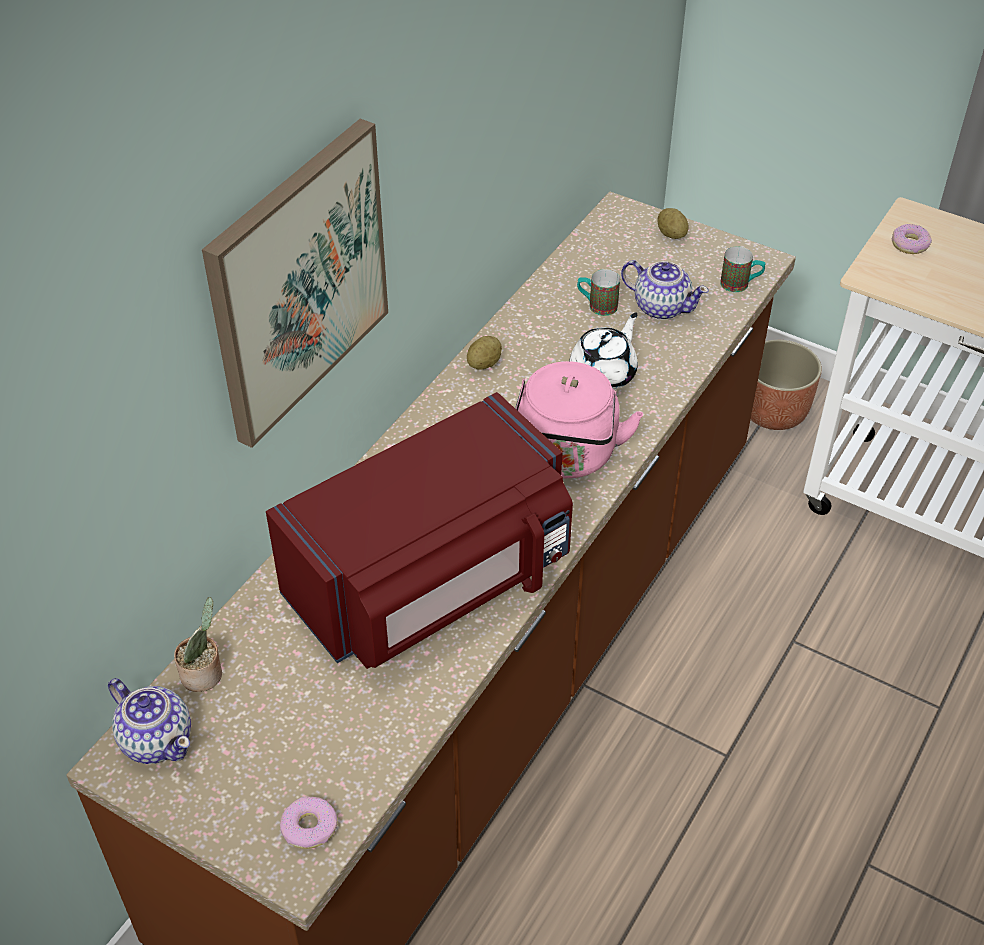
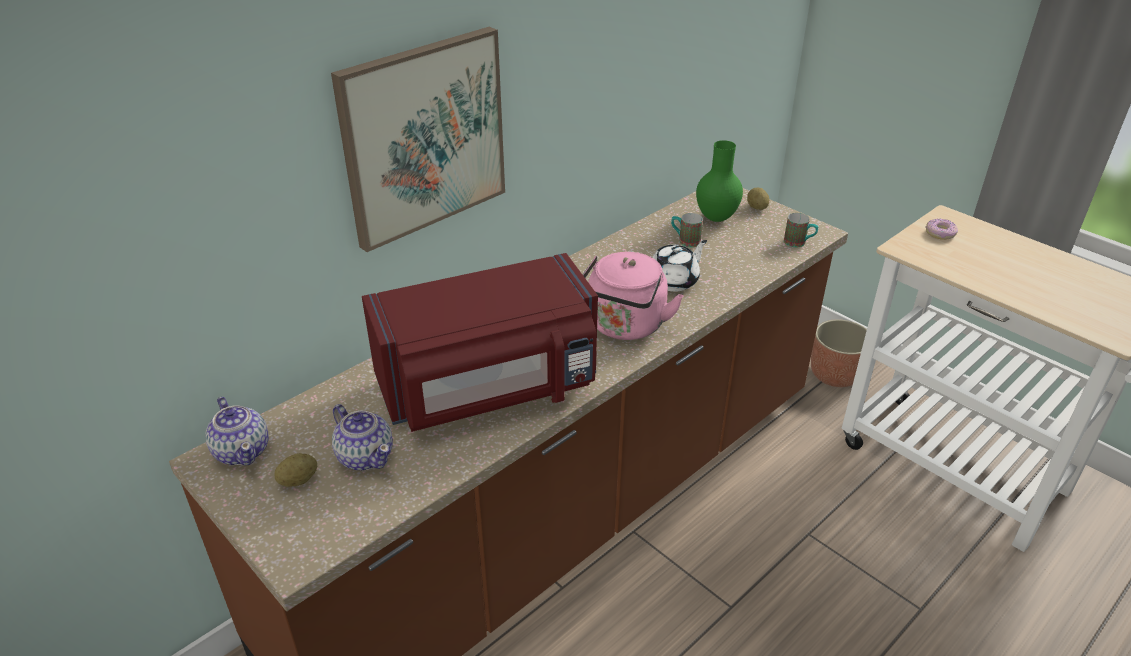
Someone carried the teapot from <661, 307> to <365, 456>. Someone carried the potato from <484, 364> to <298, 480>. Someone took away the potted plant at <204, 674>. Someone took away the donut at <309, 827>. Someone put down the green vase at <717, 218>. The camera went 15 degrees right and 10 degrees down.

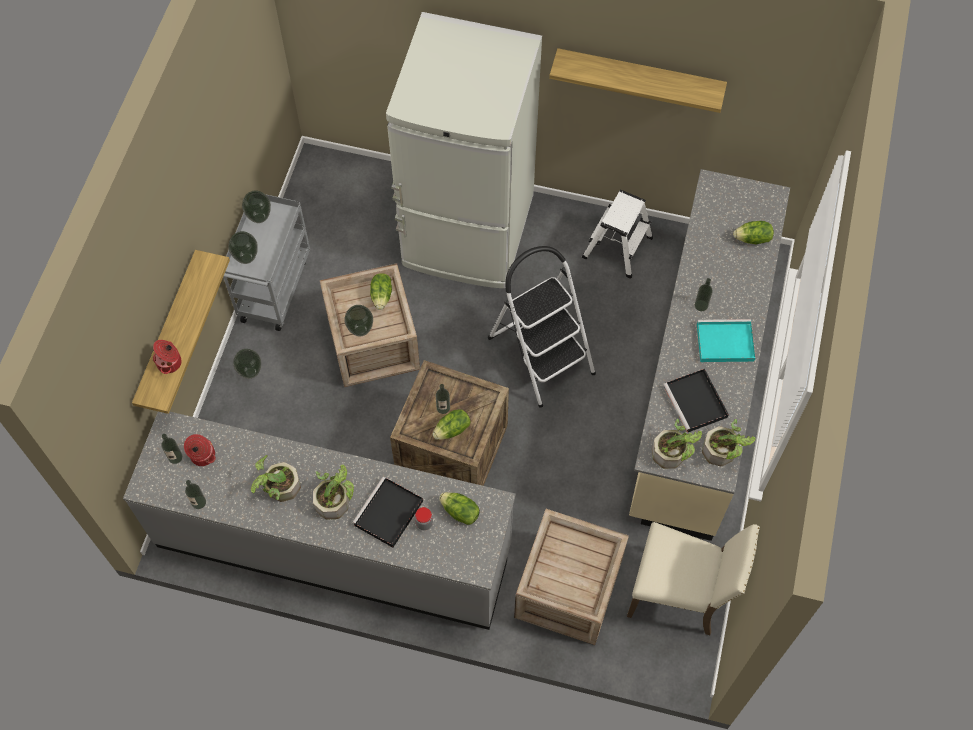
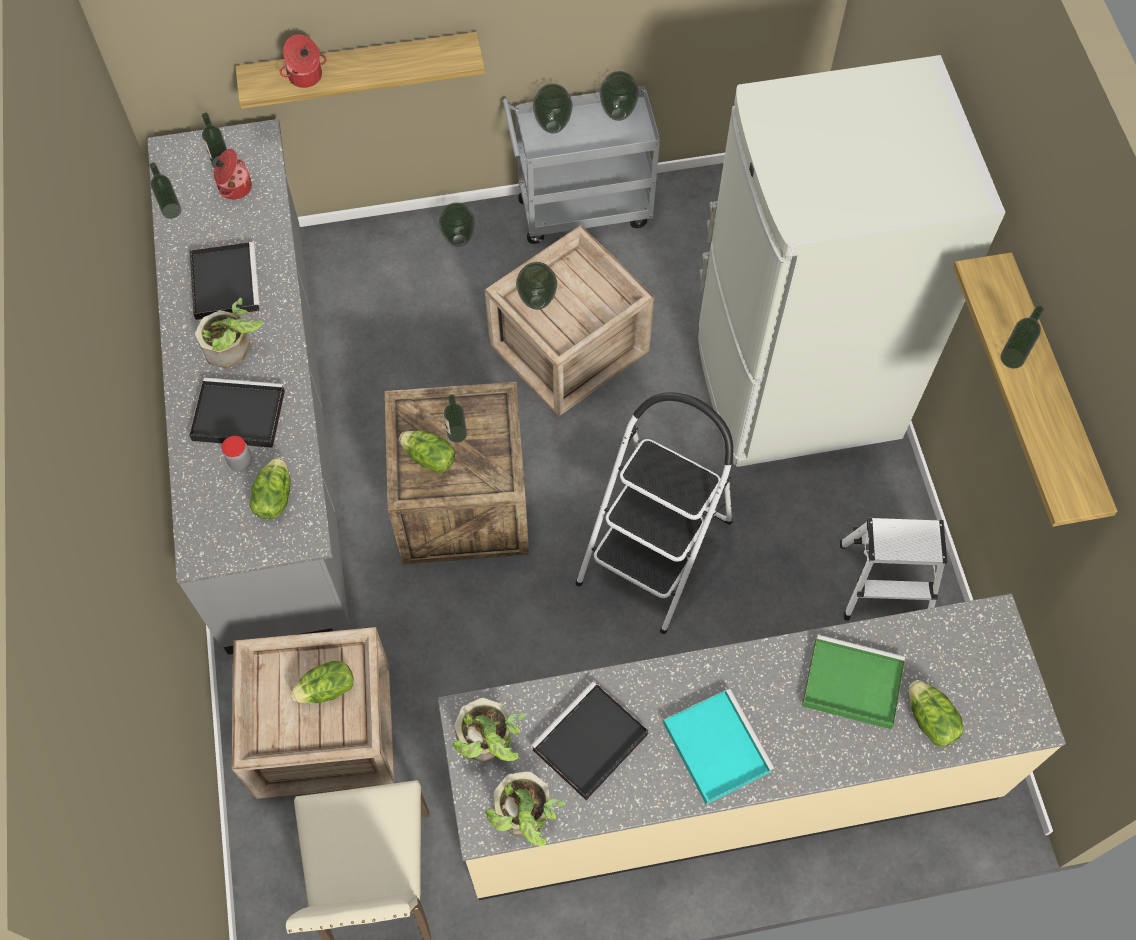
Someone carried the lettuce from <382, 296> to <327, 690>. Someone carried the bottle from <701, 305> to <1012, 358>. Someone swapped the potted plant at <278, 488> for the black tray at <224, 282>. Someone put down the green tray at <850, 684>. The camera went 65 degrees right and 0 degrees up.

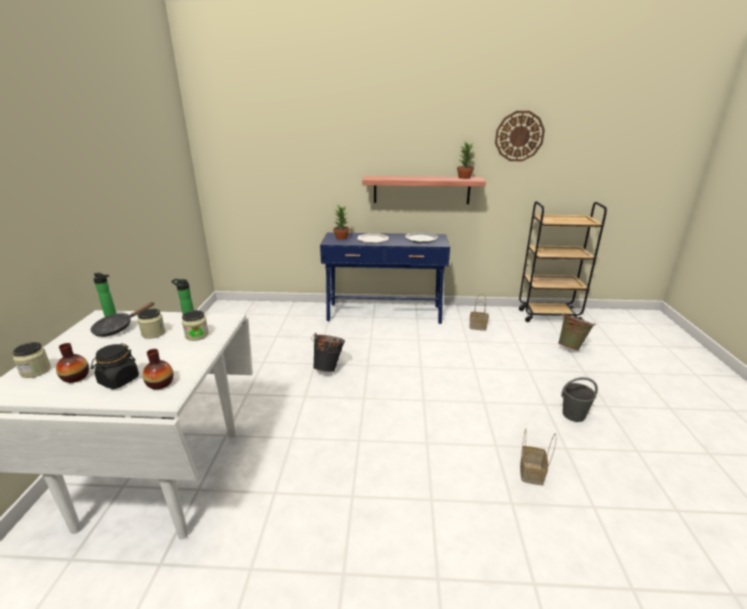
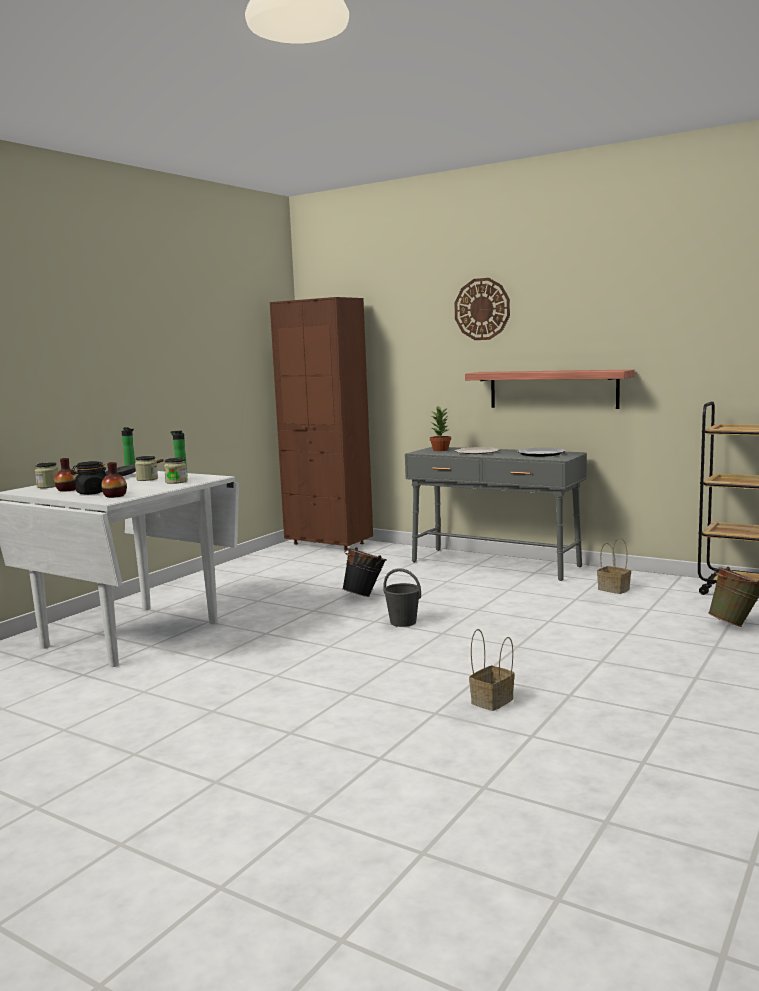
Someone carried the wall clock from <519, 136> to <482, 309>. Someone took away the potted plant at <464, 177>. Someone repainted the blue console table at <384, 314>, which became the grey console table at <494, 564>. Someone carried the grey bucket from <573, 415> to <402, 622>. Someone put down the brown cabinet at <328, 544>. The camera went 30 degrees right and 15 degrees down.

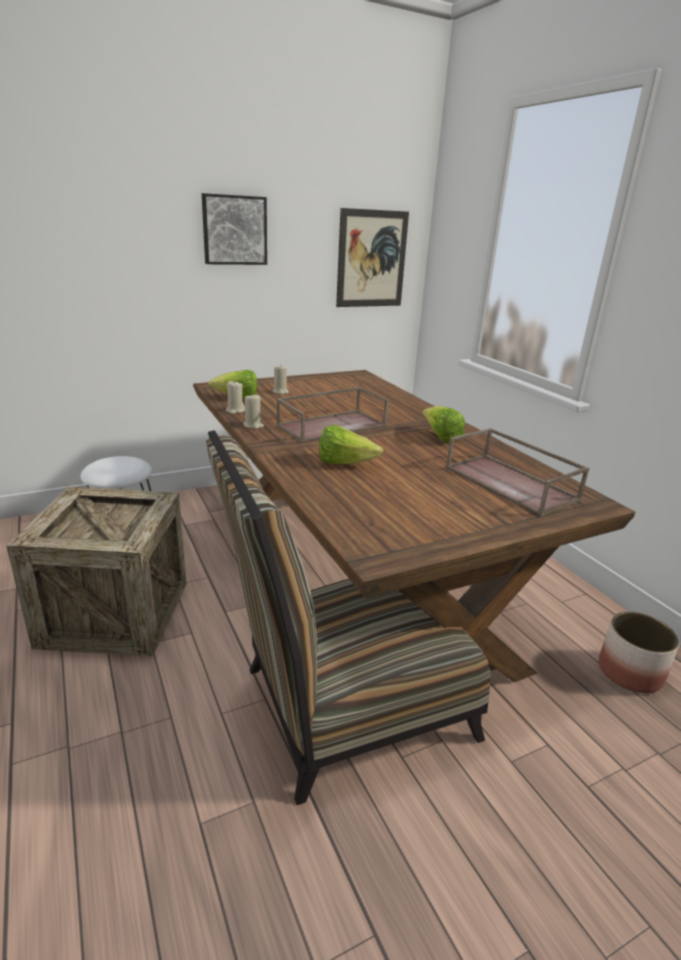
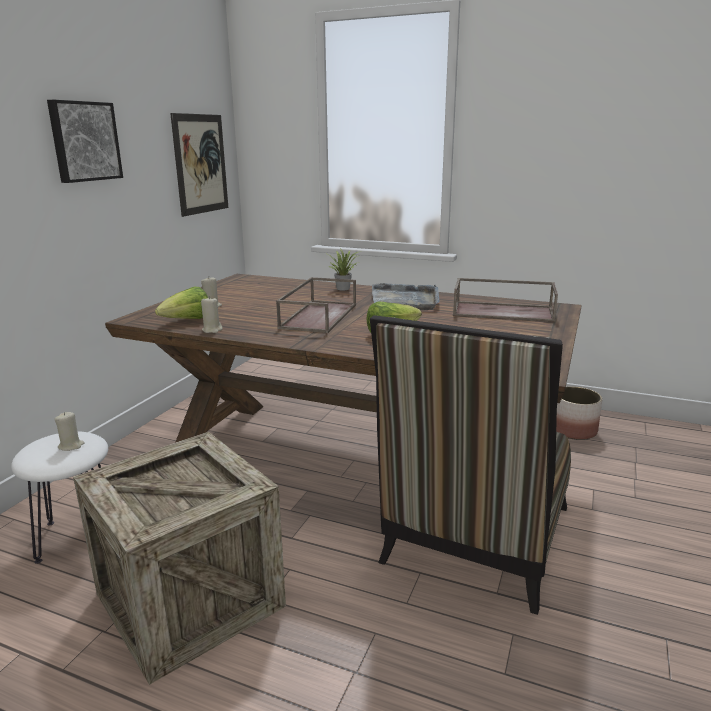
Someone carried the beige candle from <253, 425> to <71, 446>. Someone swapped the lettuce at <440, 437> for the grey tray at <405, 300>. Someone put down the potted plant at <344, 288>. The camera went 40 degrees left and 5 degrees down.

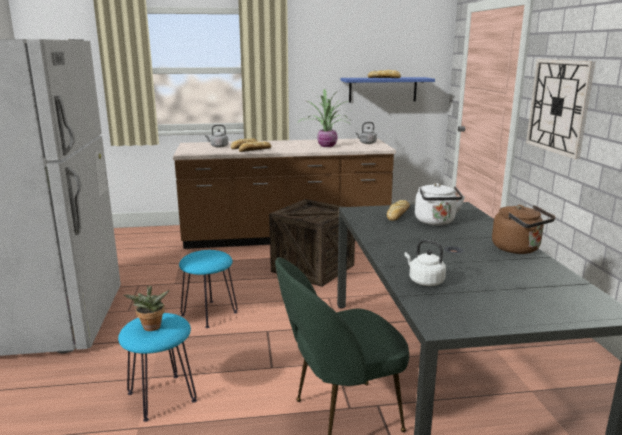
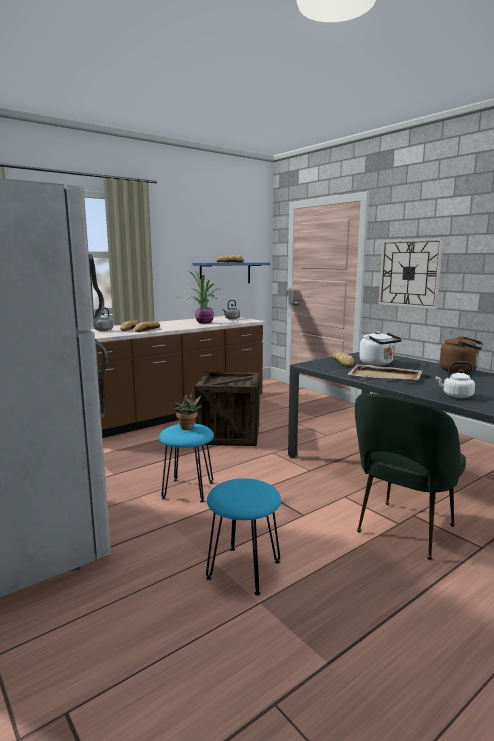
Someone carried the potted plant from <151, 328> to <188, 428>. Someone put down the beige tray at <385, 375>. The camera went 30 degrees left and 5 degrees down.

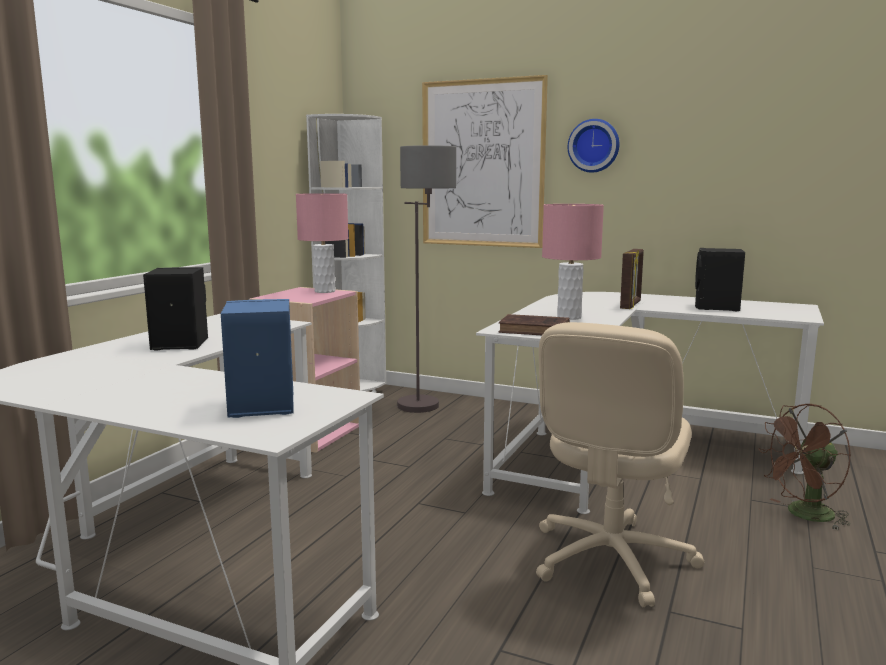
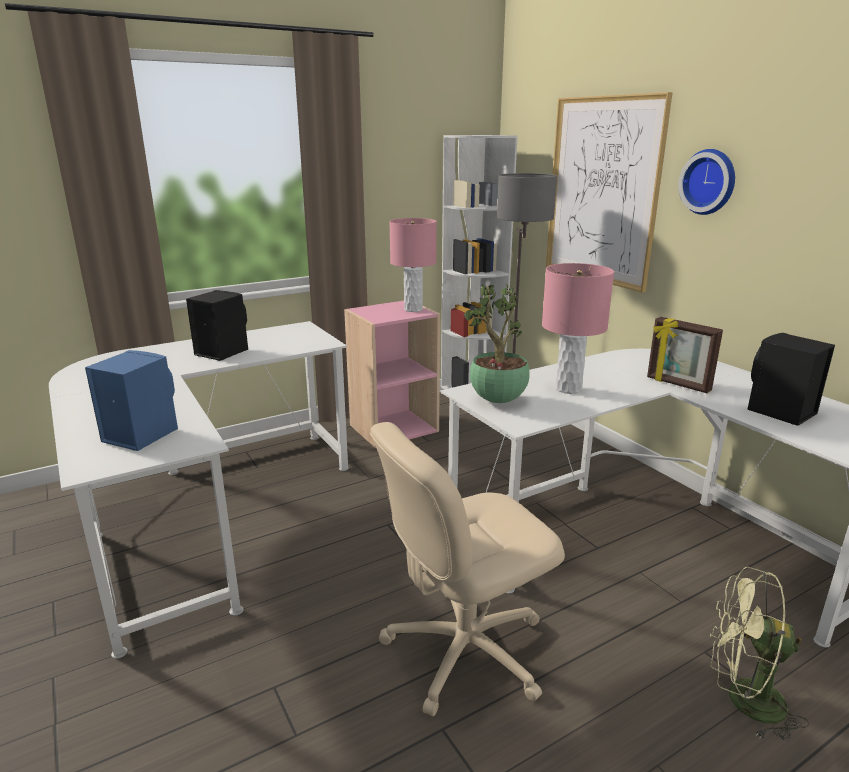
Someone rotated the picture frame at <631, 305> by 75 degrees clockwise. Someone swapped the brown book at <536, 330> for the potted plant at <497, 401>. Someone repainted the brown fan at <804, 515>, which became the green fan at <743, 700>. The camera went 35 degrees right and 10 degrees up.

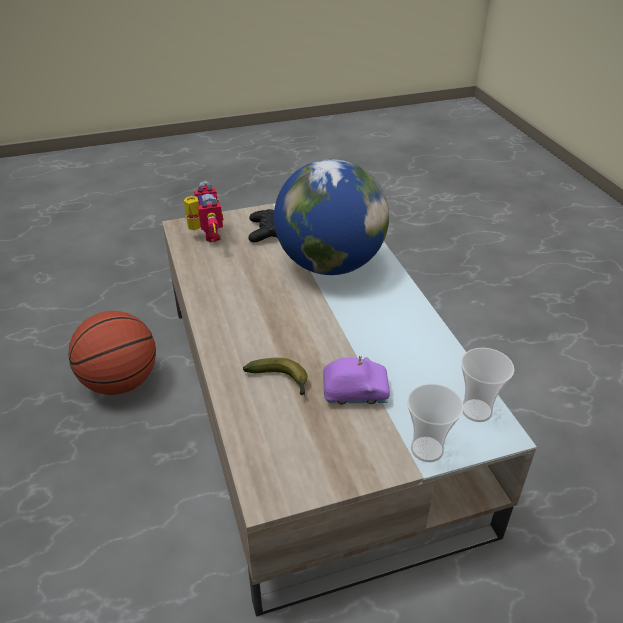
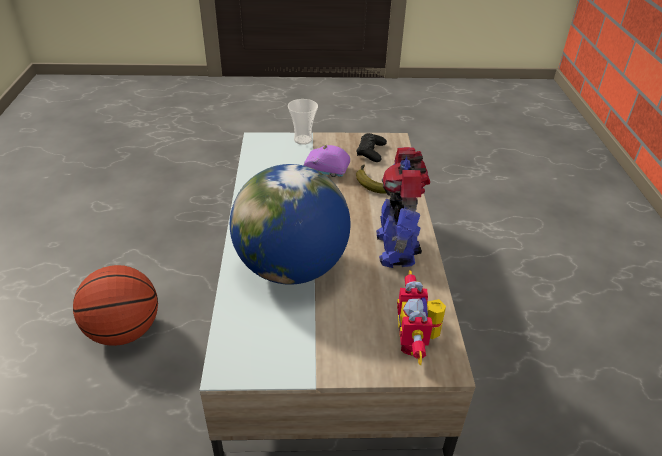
Someone carried the black game controller from <264, 231> to <371, 152>. Someone carried the basketball from <120, 381> to <124, 331>. Someone took away the cup at <476, 410>. Someone put down the toy robot at <397, 248>. The camera went 165 degrees left and 0 degrees up.

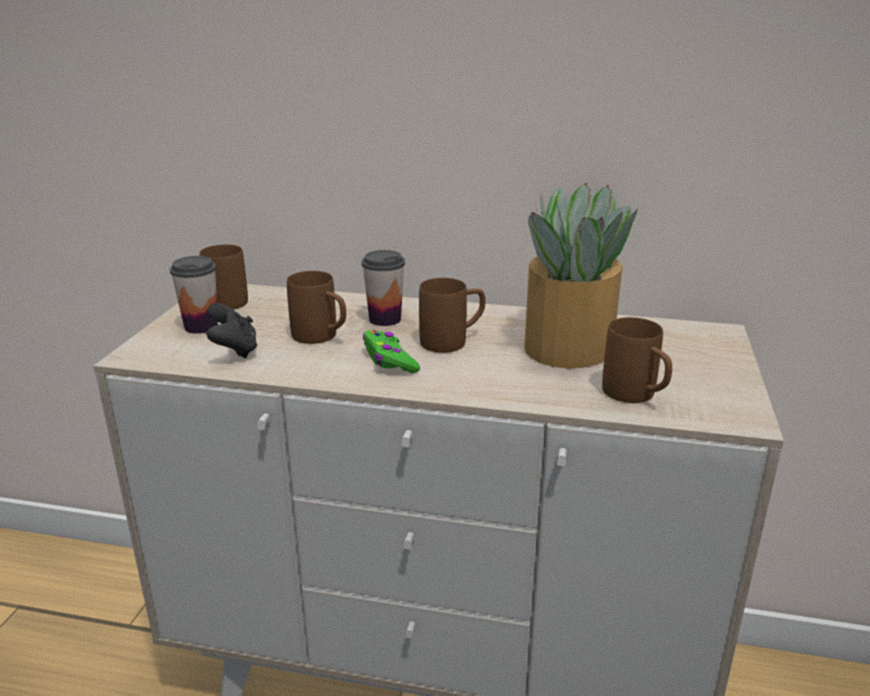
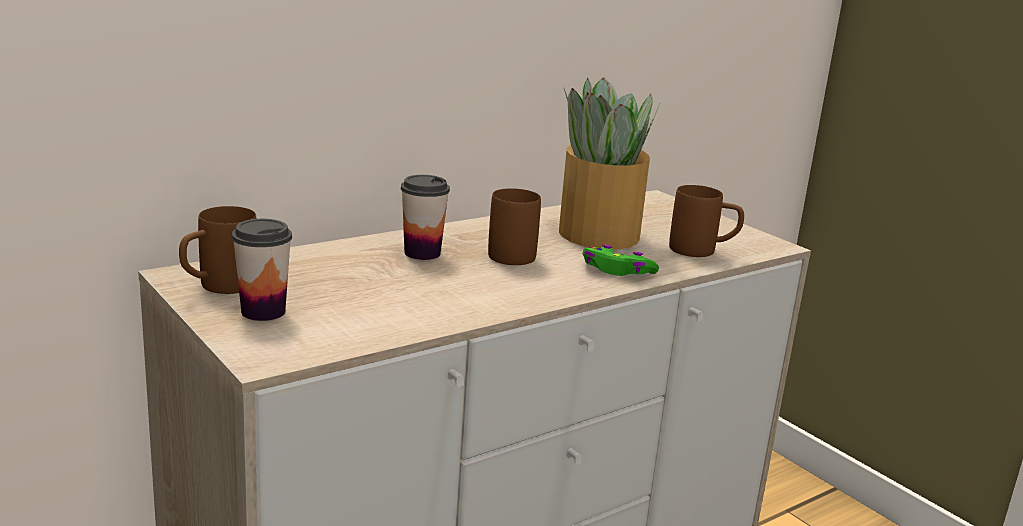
Someone took away the brown mug at <322, 337>. Someone took away the black game controller at <234, 350>. Someone carried the green game controller from <389, 360> to <617, 271>. The camera went 50 degrees left and 5 degrees down.

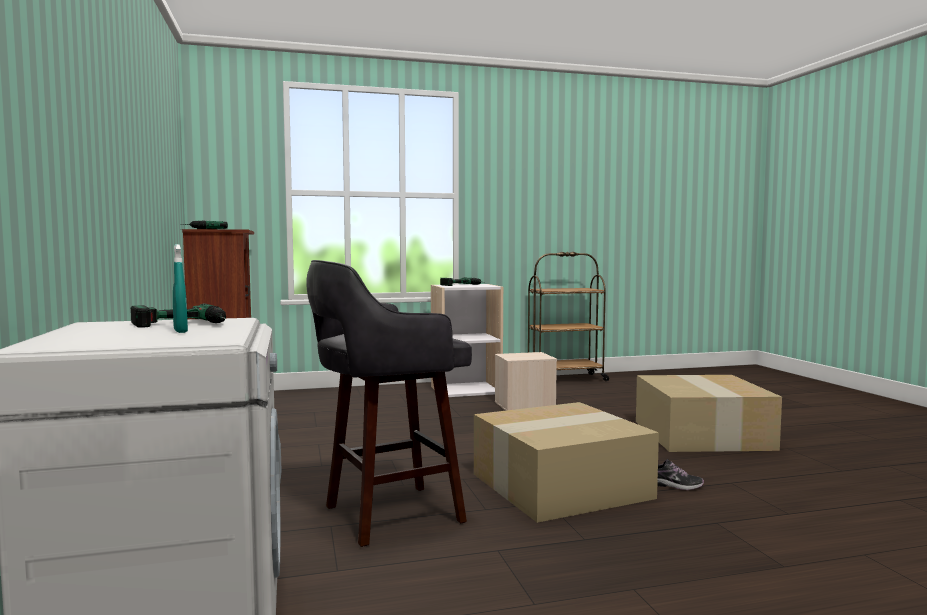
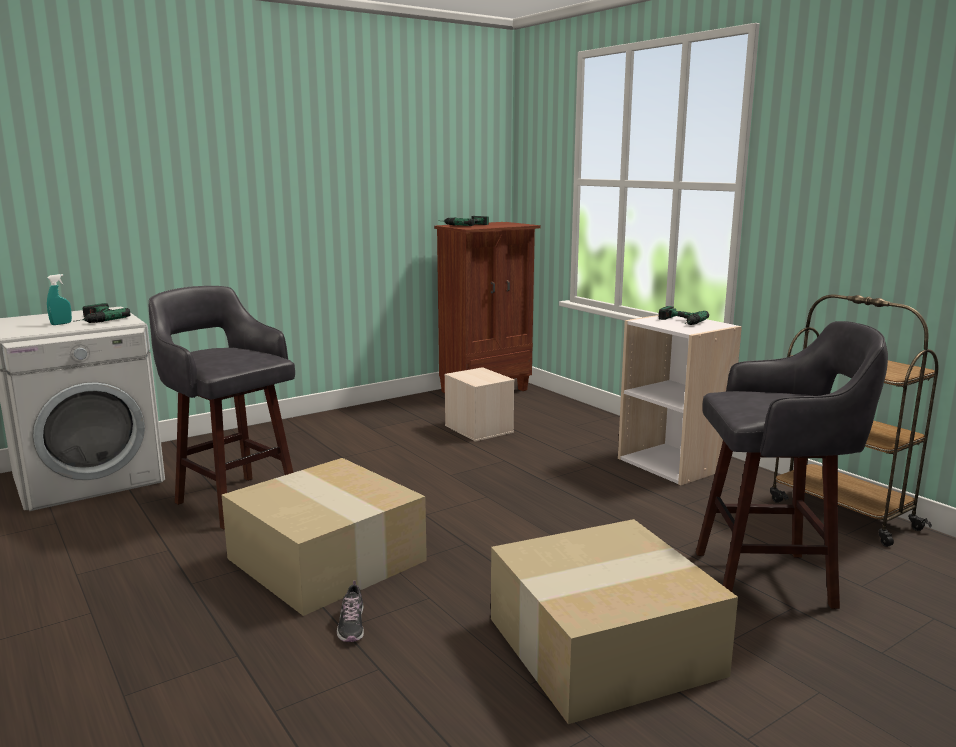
Someone carried the beige storage box from <524, 405> to <477, 429>. Someone put down the grey stool at <770, 580>. The camera went 70 degrees right and 10 degrees up.

